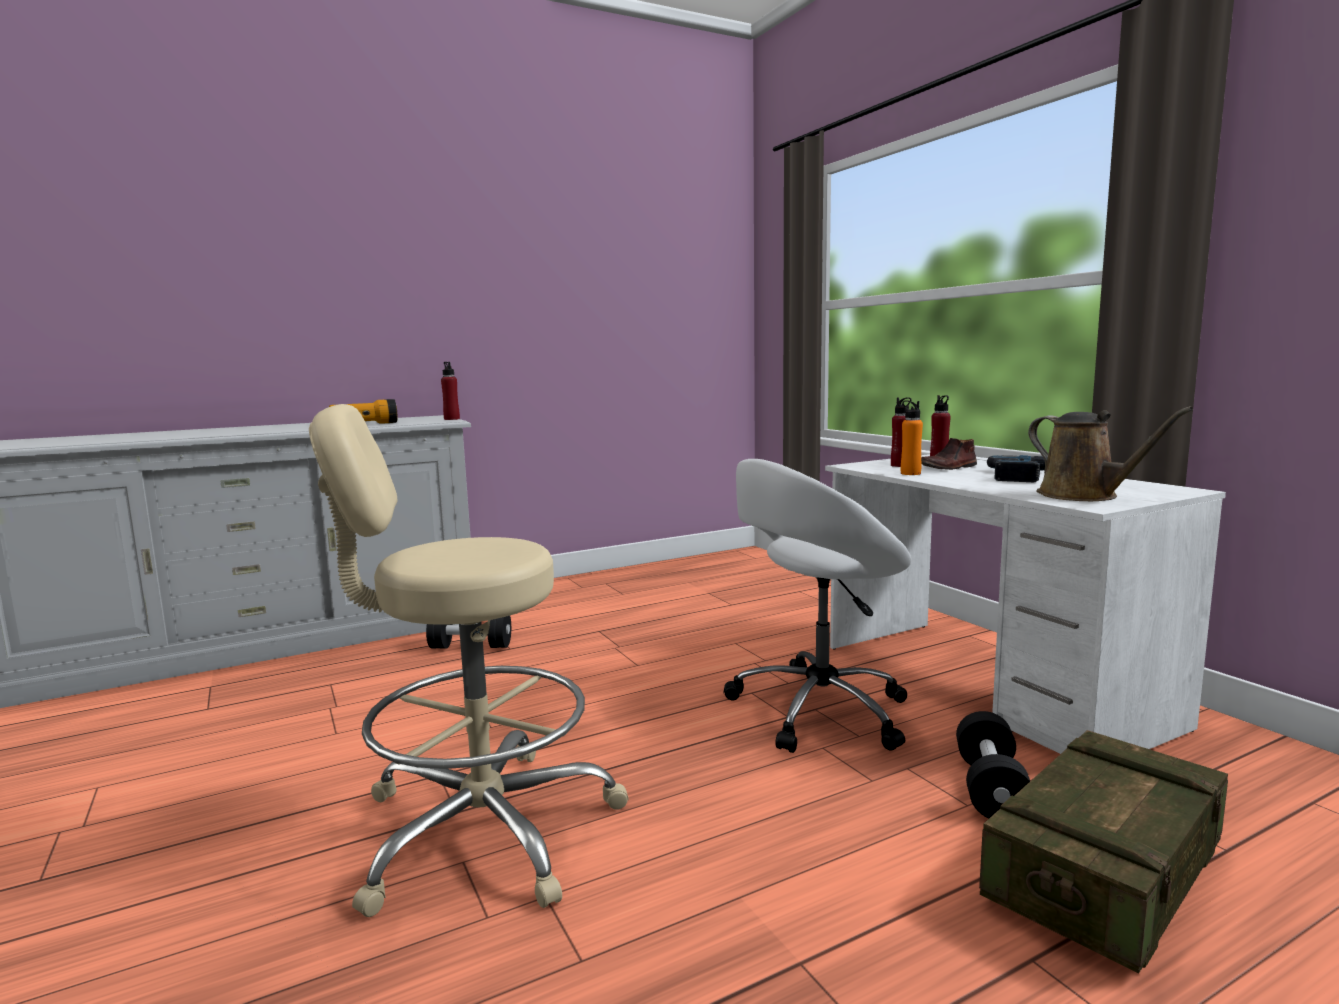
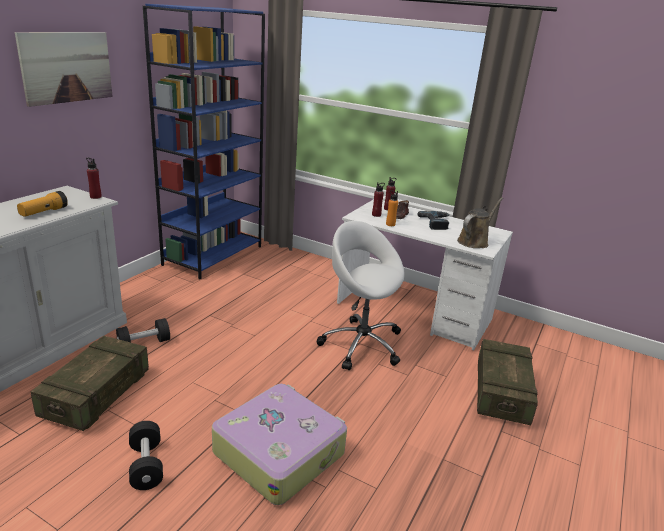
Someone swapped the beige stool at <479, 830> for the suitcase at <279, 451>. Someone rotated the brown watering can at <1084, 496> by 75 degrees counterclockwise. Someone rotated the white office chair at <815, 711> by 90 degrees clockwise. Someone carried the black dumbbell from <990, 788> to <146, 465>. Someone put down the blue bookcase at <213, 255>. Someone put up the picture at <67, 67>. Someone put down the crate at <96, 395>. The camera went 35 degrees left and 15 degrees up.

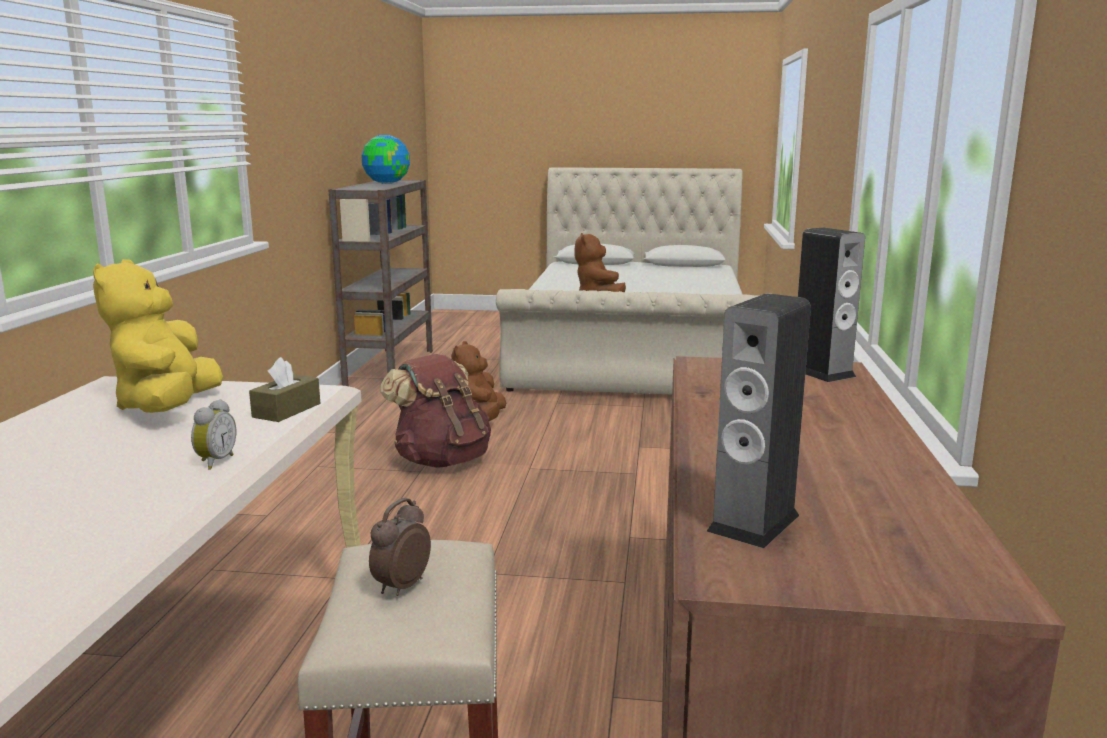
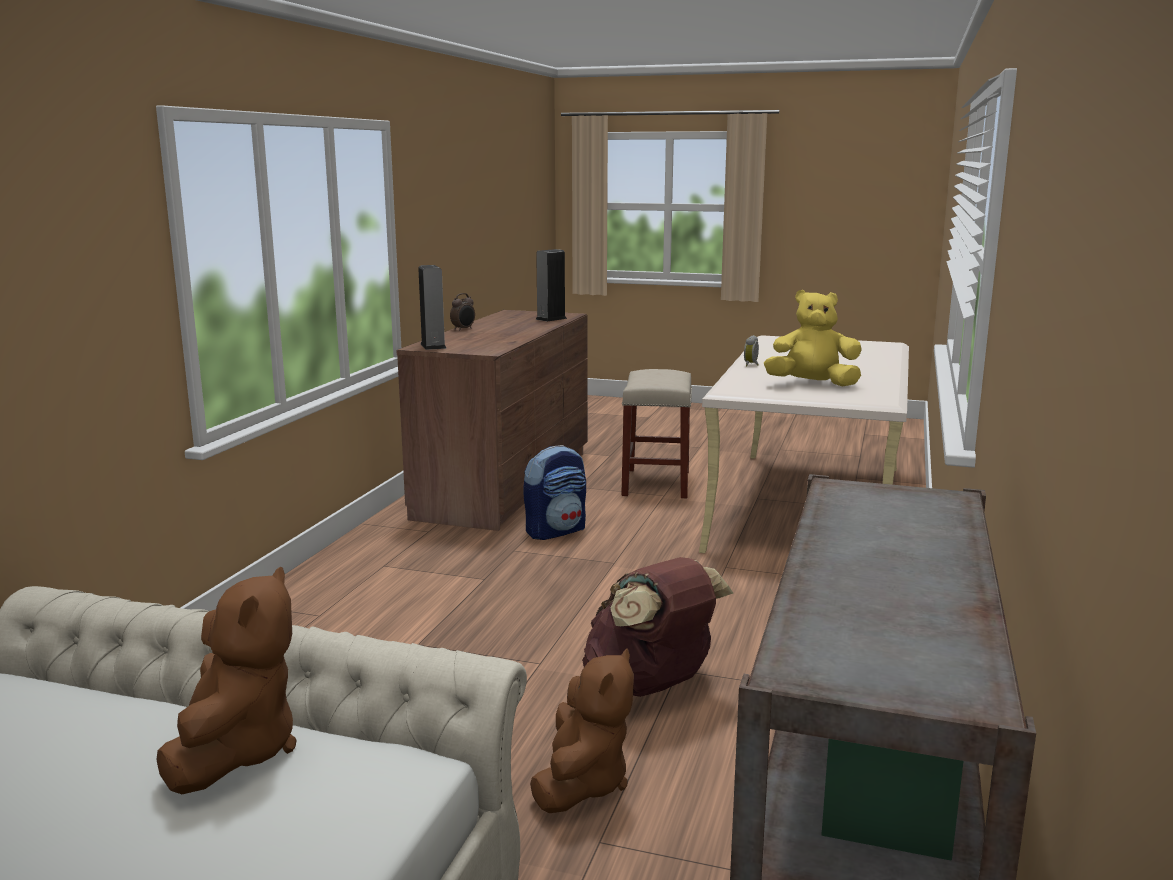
Someone took away the globe at <387, 183>. Someone rotated the yellow plush toy at <168, 408> by 90 degrees counterclockwise. Someone took away the brown tissue box at <286, 410>. Someone carried the alarm clock from <400, 586> to <463, 329>. Someone put down the backpack at <556, 531>. The camera went 170 degrees left and 0 degrees up.

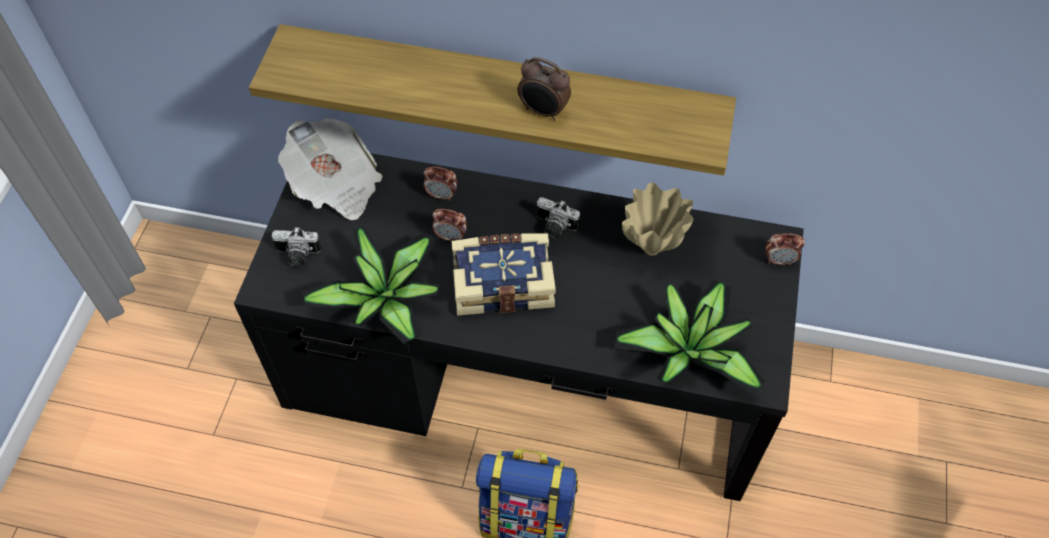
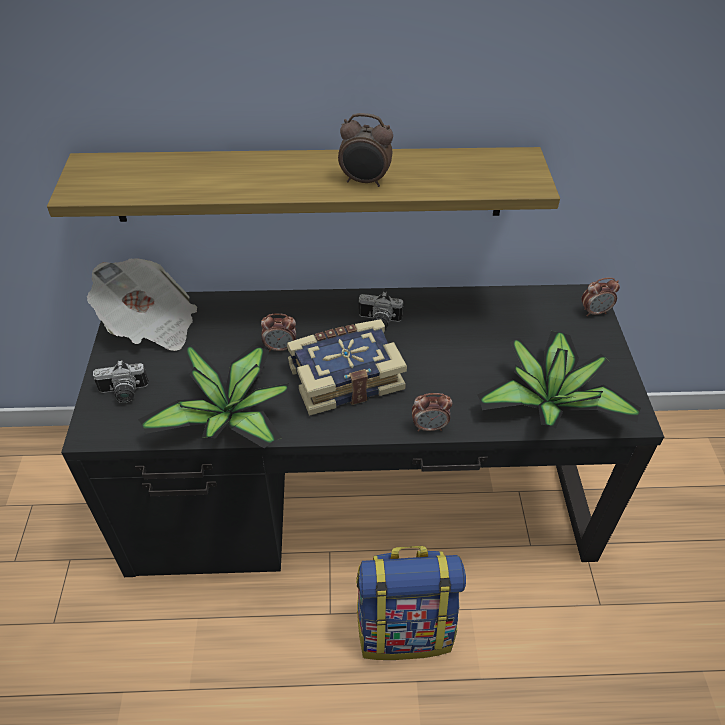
Someone carried the alarm clock from <441, 195> to <429, 426>. Someone took away the beige vase at <652, 248>. The camera went 15 degrees left and 10 degrees down.

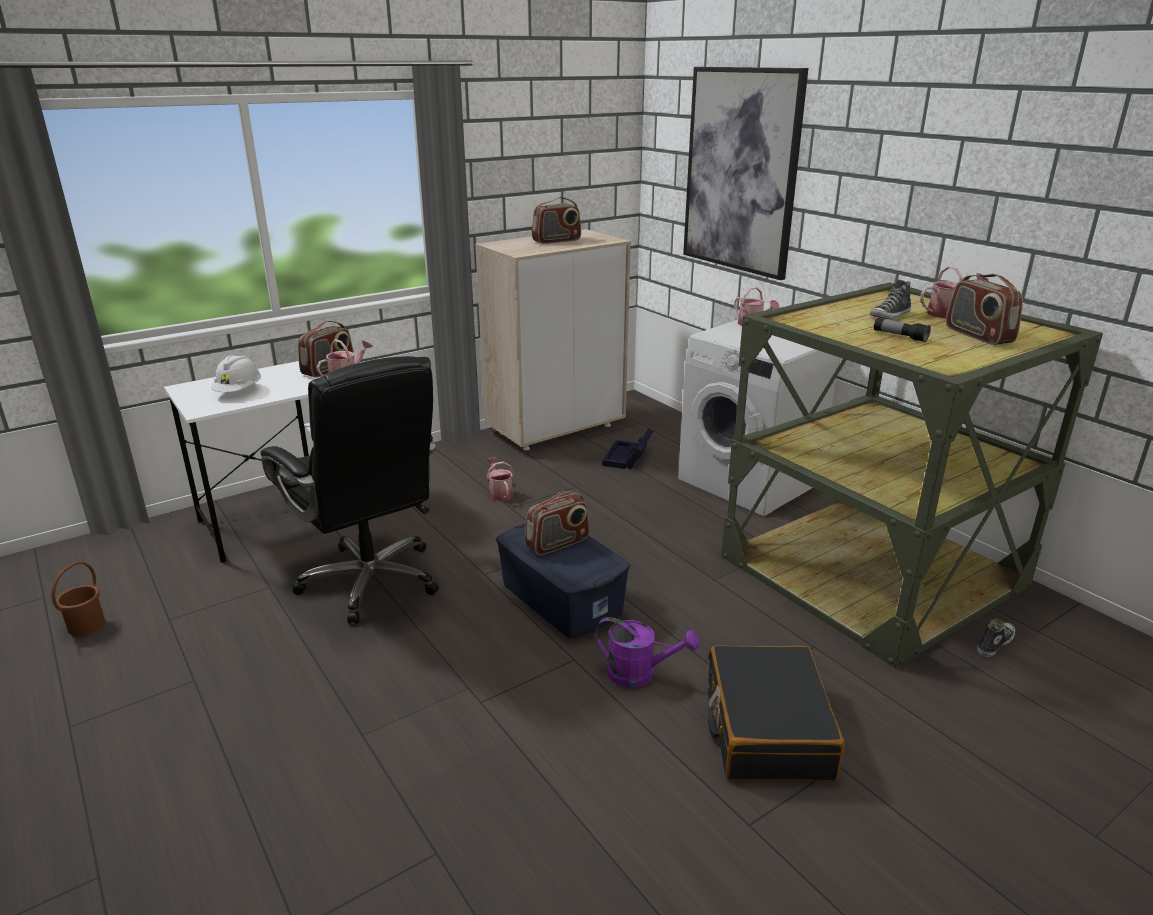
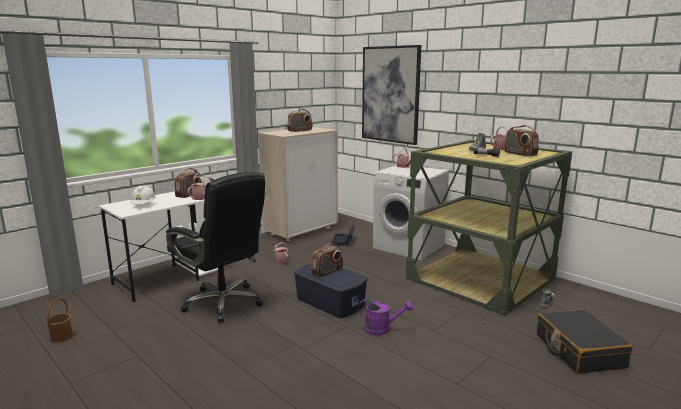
Someone carried the black suitcase from <766, 728> to <578, 351>. The camera went 10 degrees left and 10 degrees down.

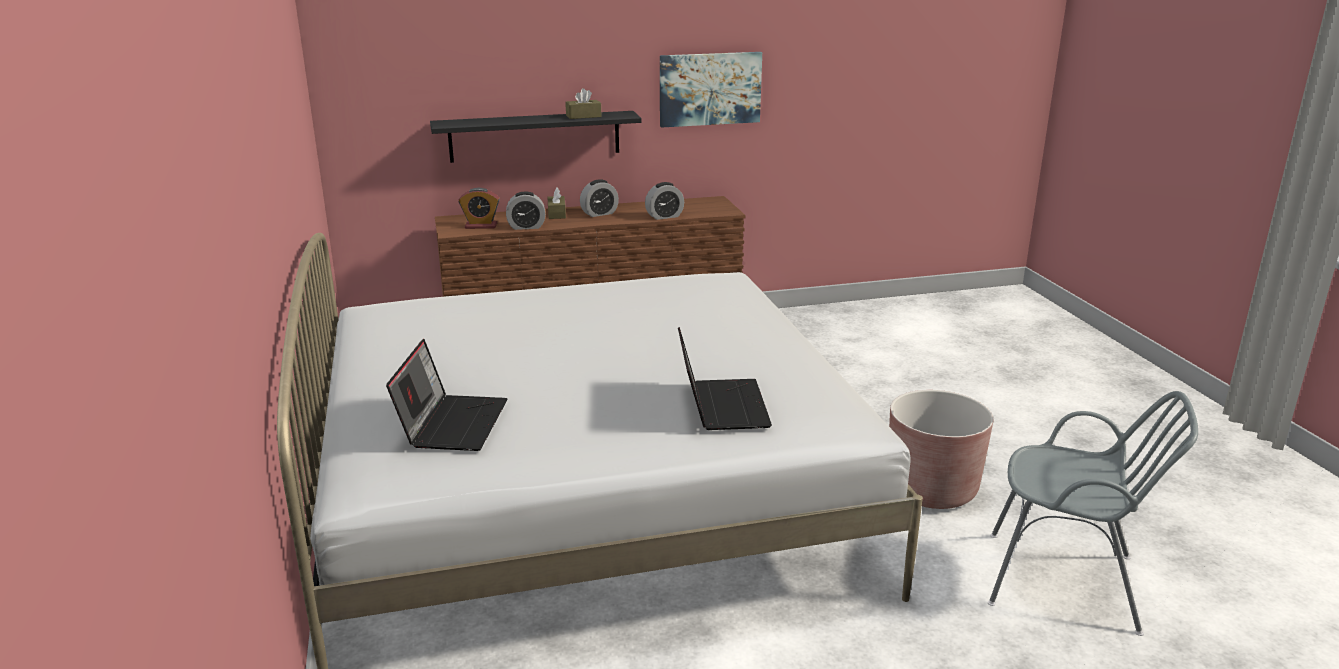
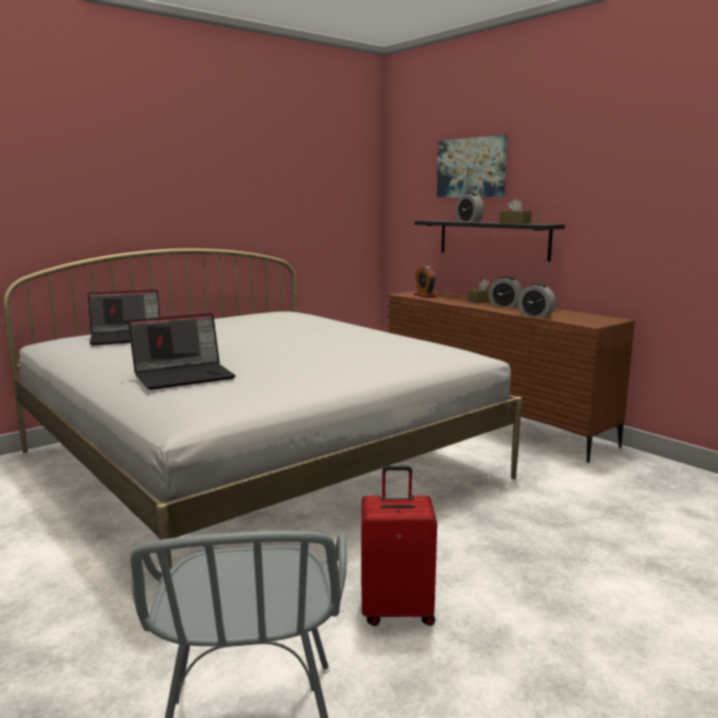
Someone carried the picture from <710, 89> to <471, 168>. Someone carried the alarm clock from <526, 227> to <469, 221>. Someone swapped the brown planter at <931, 489> for the red suitcase at <397, 610>. The camera went 65 degrees right and 10 degrees down.

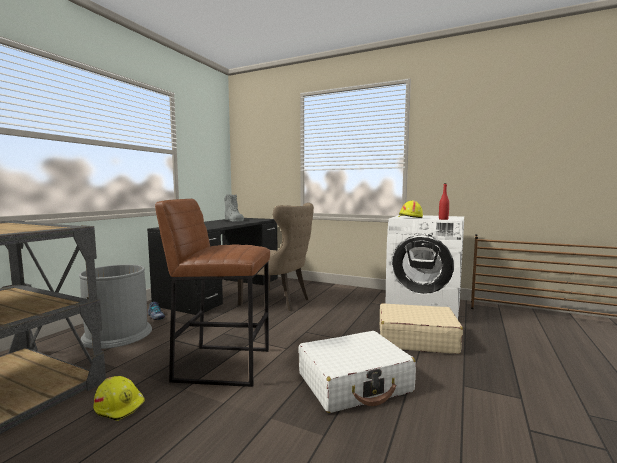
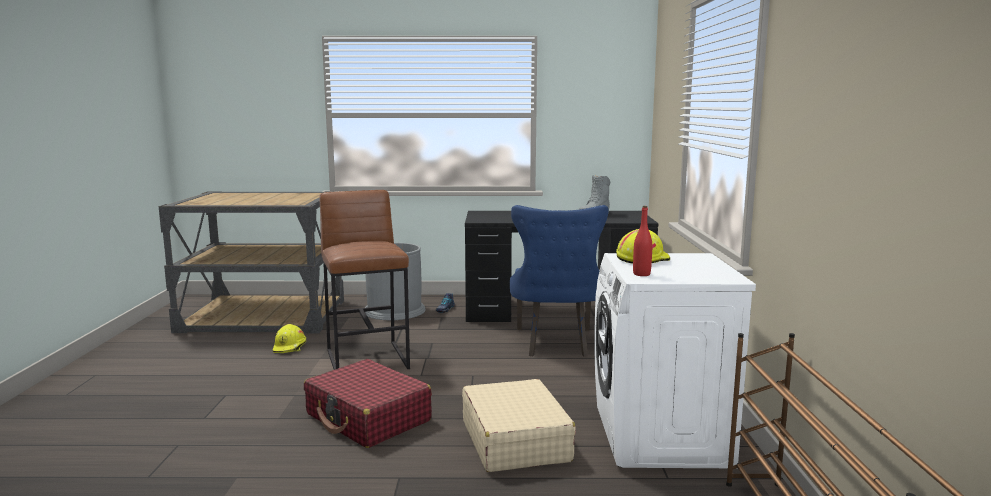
Someone repainted the beige chair at <278, 301>, which became the blue chair at <555, 343>. Someone repainted the white suitcase at <354, 383>, which became the red suitcase at <368, 418>. The camera went 65 degrees right and 5 degrees up.

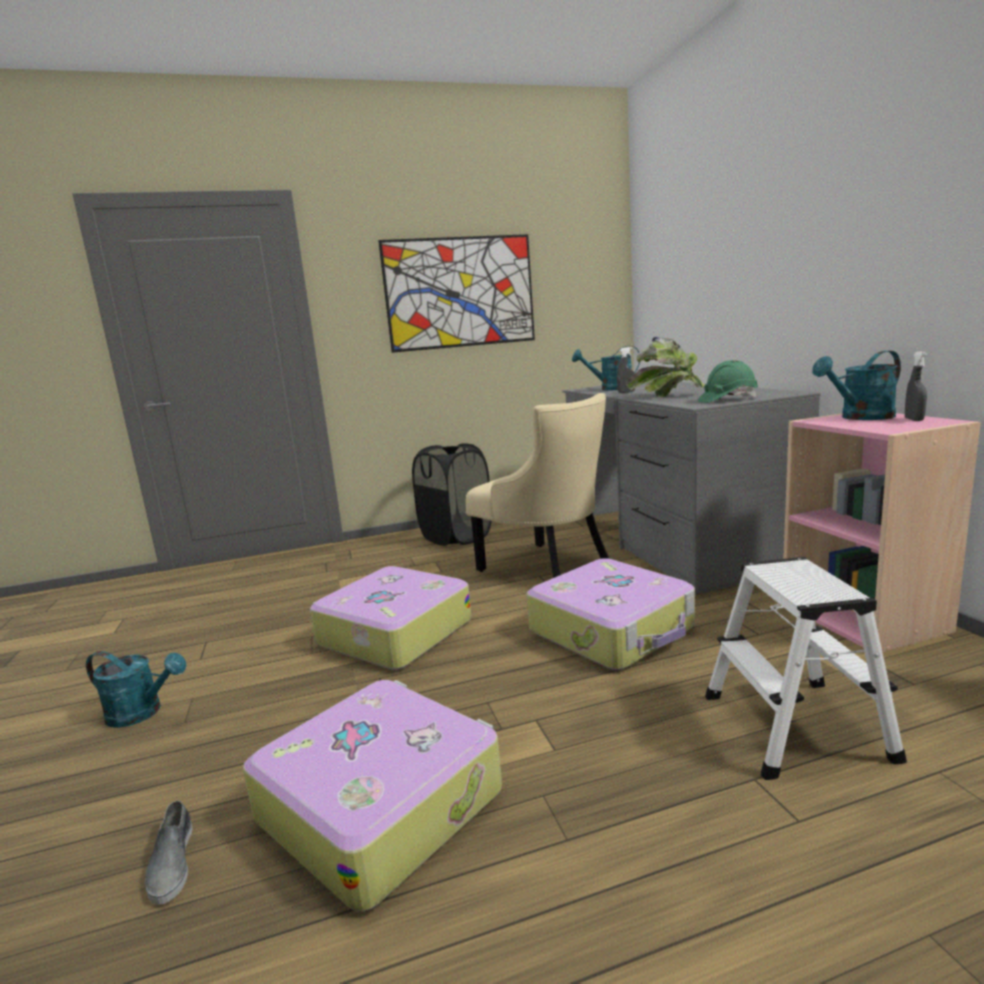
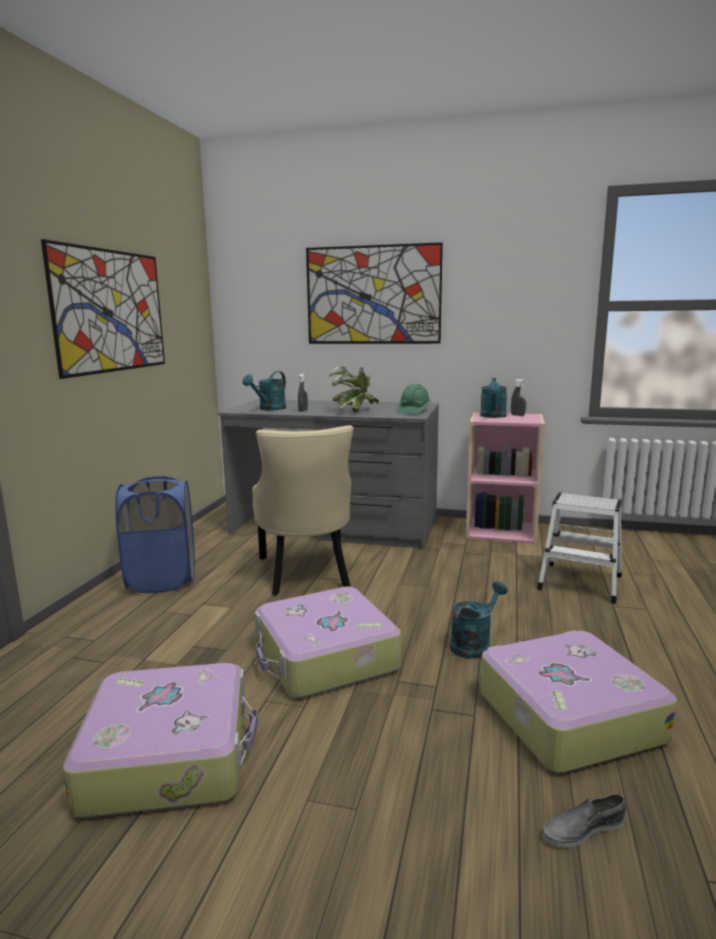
Someone rotated the beige chair at <544, 568> by 90 degrees clockwise. Someone repainted the black laundry basket at <456, 537>, which became the blue laundry basket at <162, 580>. Someone carried the suitcase from <613, 630> to <170, 755>. Someone carried the turquoise watering can from <142, 713> to <474, 644>. Someone rotated the grey shoe at <172, 863> by 150 degrees clockwise. Someone put up the picture at <373, 295>. The camera went 60 degrees left and 0 degrees up.

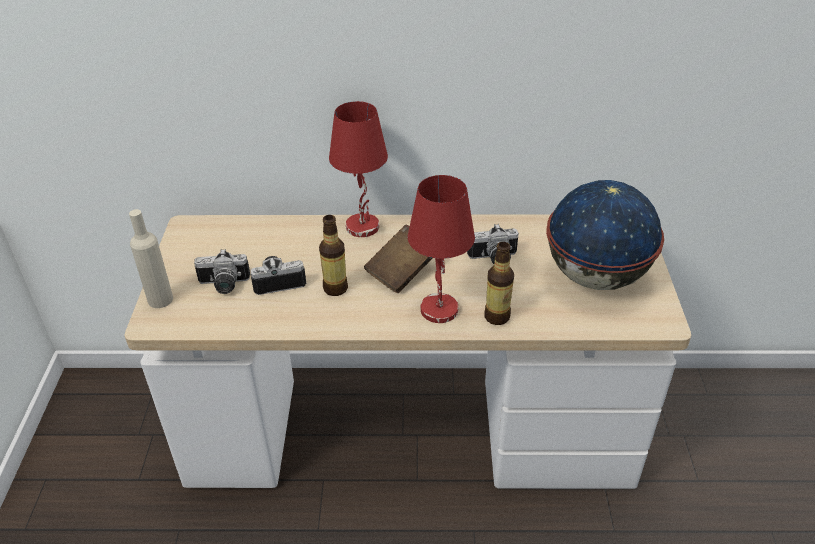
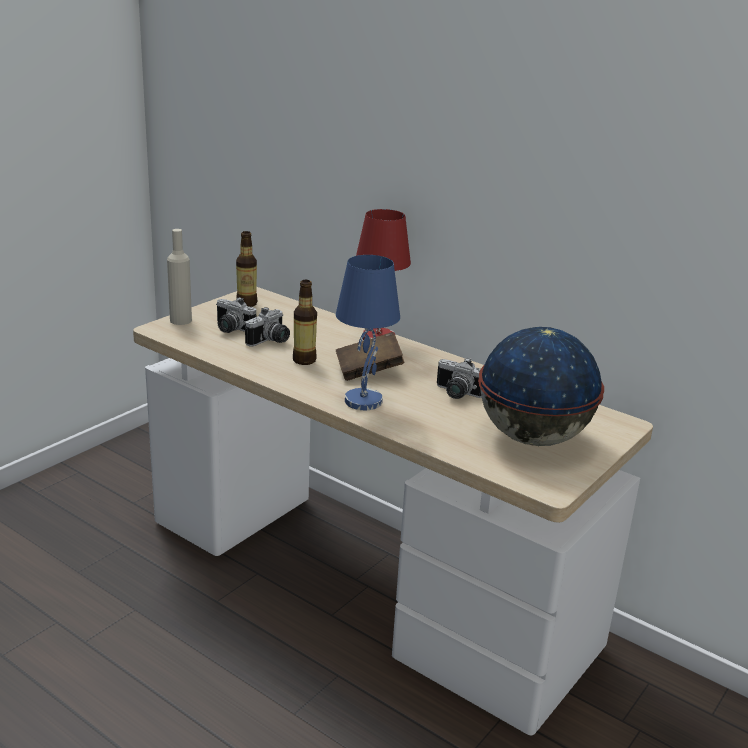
Someone repainted the red table lamp at <438, 309>, which became the blue table lamp at <363, 400>. Someone carried the bottle from <497, 317> to <246, 303>. Someone rotated the photo camera at <278, 281> by 105 degrees clockwise. The camera went 35 degrees right and 15 degrees down.

